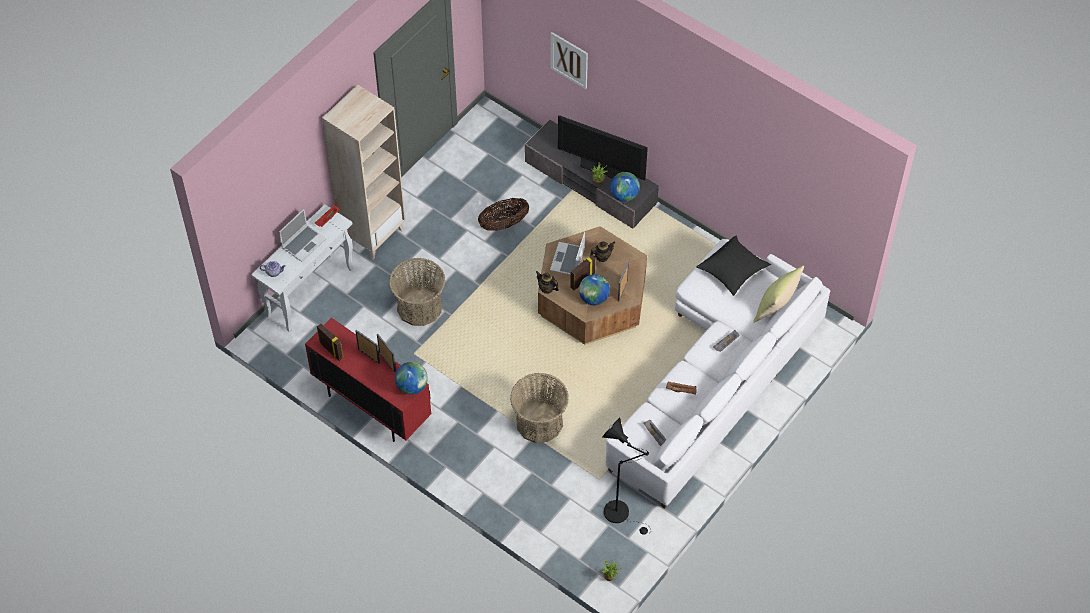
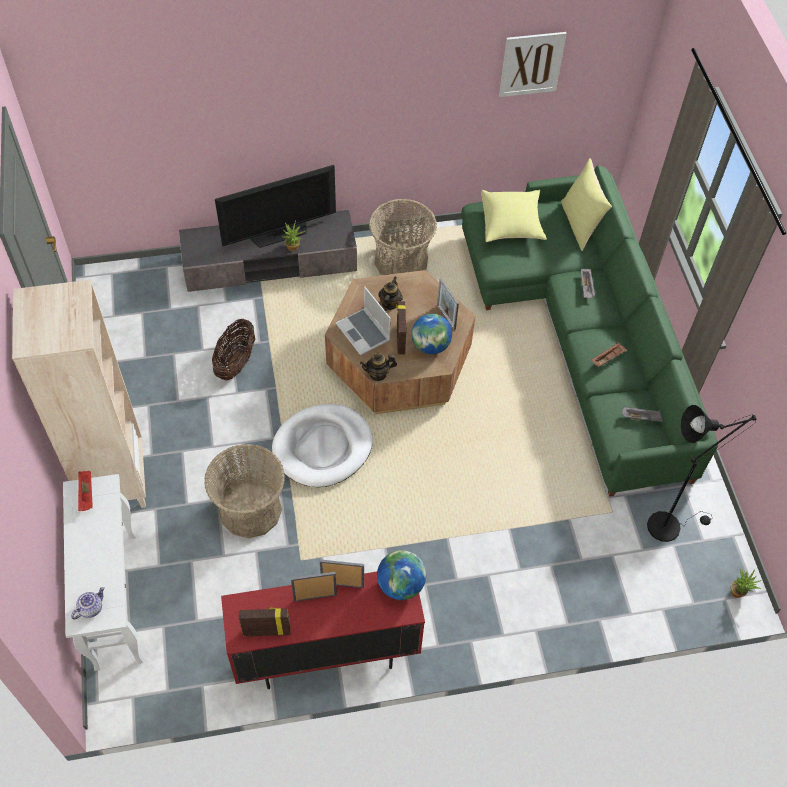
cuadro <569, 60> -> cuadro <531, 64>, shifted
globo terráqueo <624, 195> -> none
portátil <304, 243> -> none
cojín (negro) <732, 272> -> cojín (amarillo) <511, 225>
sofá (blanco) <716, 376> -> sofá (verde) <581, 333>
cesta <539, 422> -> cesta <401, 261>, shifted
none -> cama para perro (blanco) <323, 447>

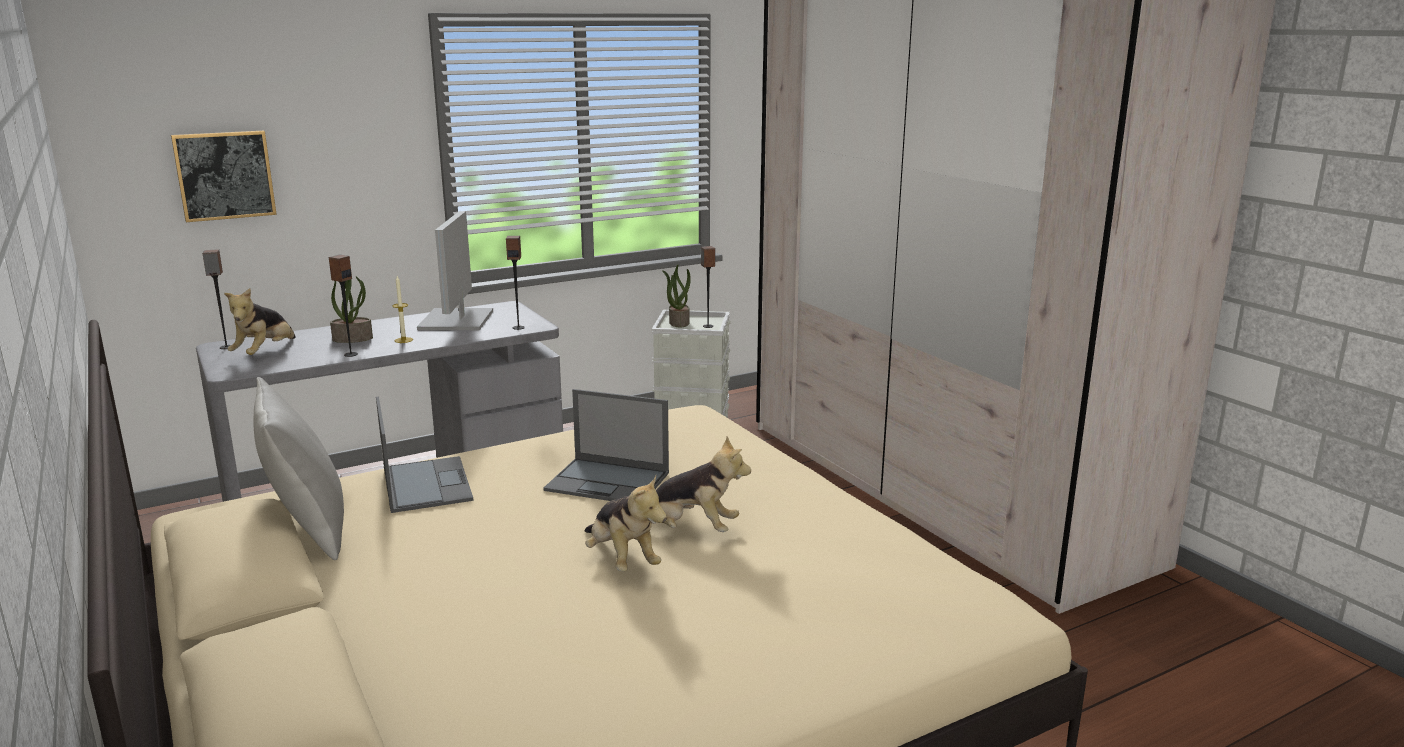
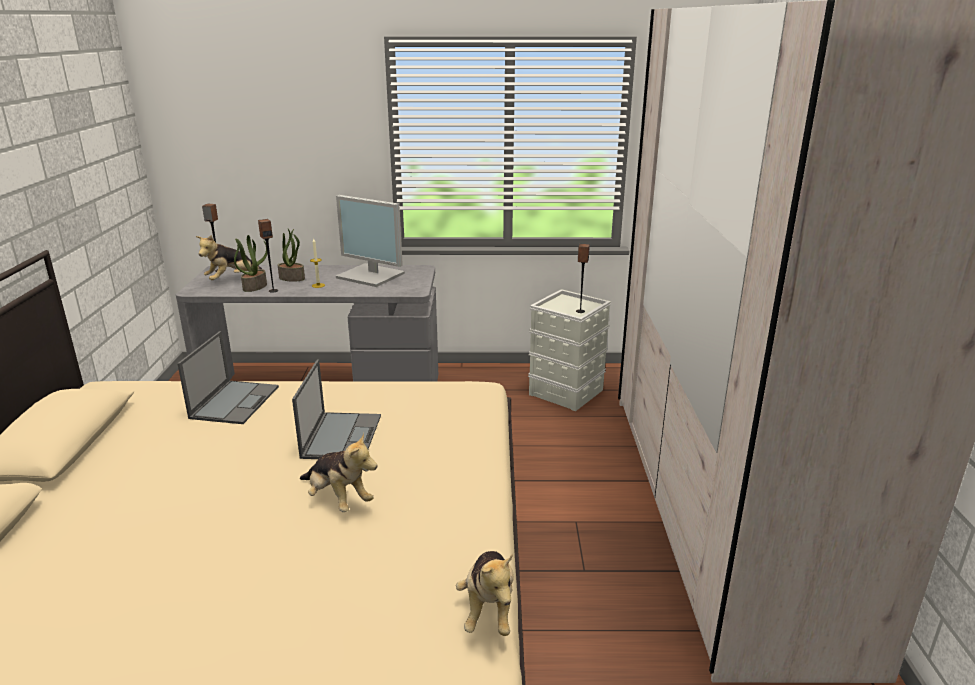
cuadro <225, 175> -> none
monitor <457, 321> -> monitor <372, 275>, 90 degrees counterclockwise
altavoz <518, 327> -> none
planta en maceta <678, 322> -> planta en maceta <255, 287>, shifted
cojín (gris) <308, 529> -> none
portátil <609, 482> -> portátil <341, 436>, 135 degrees counterclockwise
peluche <622, 560> -> peluche <489, 609>, shifted

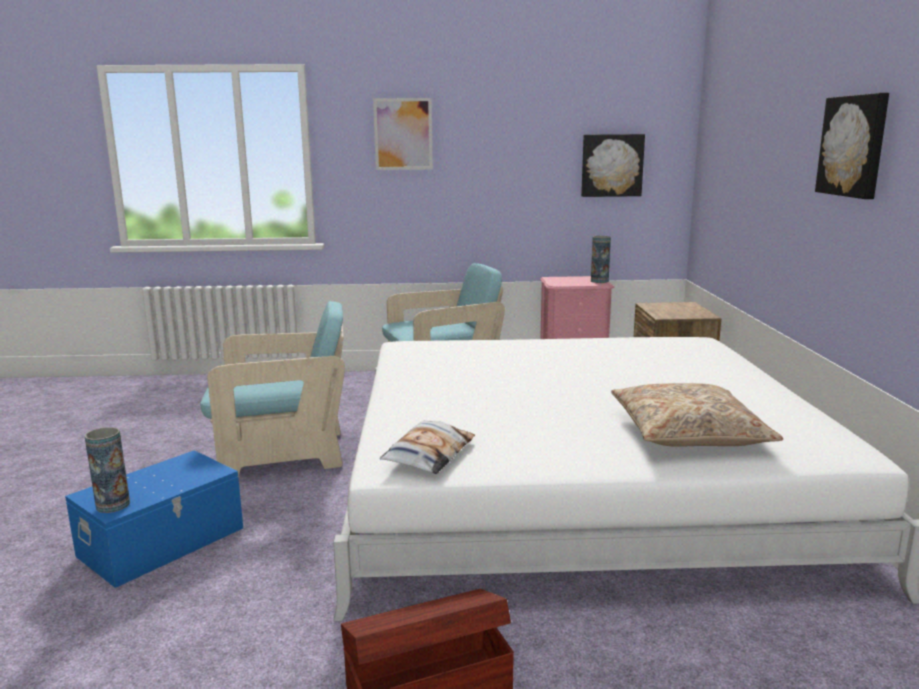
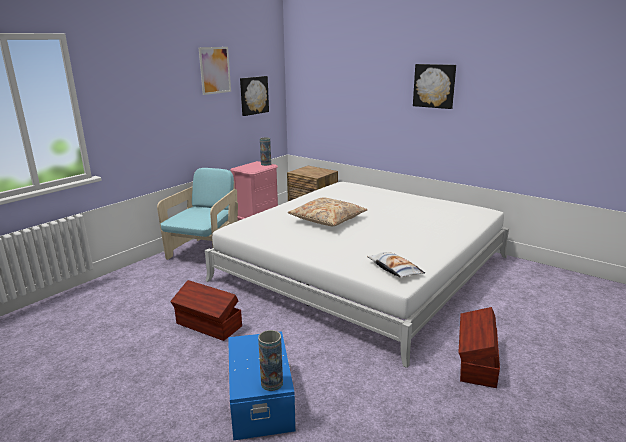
cuadro <403, 134> -> cuadro <215, 70>, shifted
sillón (turquesa) <282, 454> -> caja de almacenaje (marrón) <208, 325>
cojín (beis) <688, 432> -> cojín (beis) <327, 219>, shifted

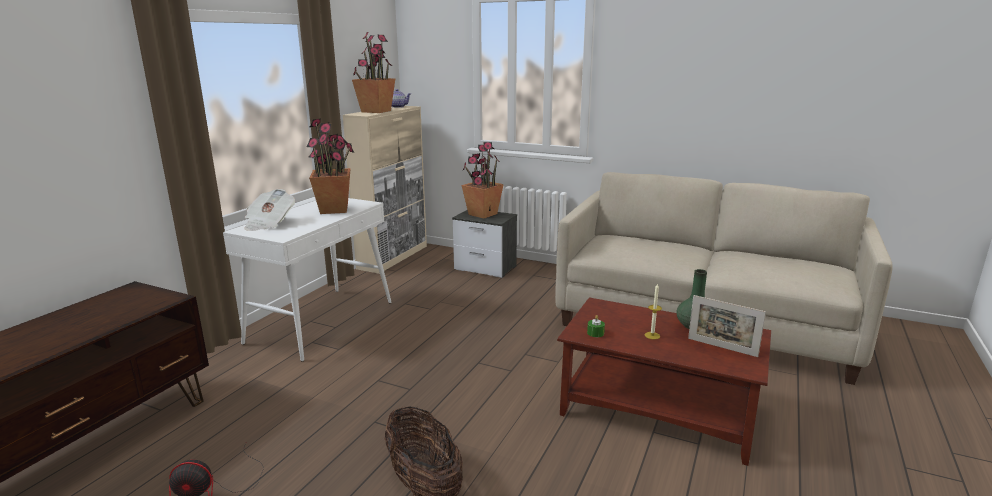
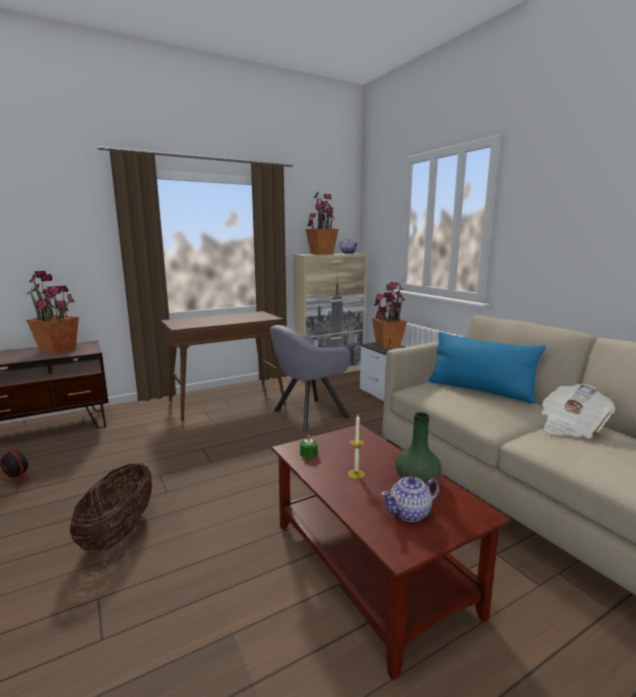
planta en maceta <334, 209> -> planta en maceta <58, 350>, shifted
periódico <269, 224> -> periódico <570, 426>, shifted
mesa consola (blanco) <322, 321> -> mesa consola (marrón) <227, 400>
portarretratos <722, 347> -> tetera <410, 513>
none -> sillón (gris) <307, 415>
none -> cojín (azul) <480, 390>

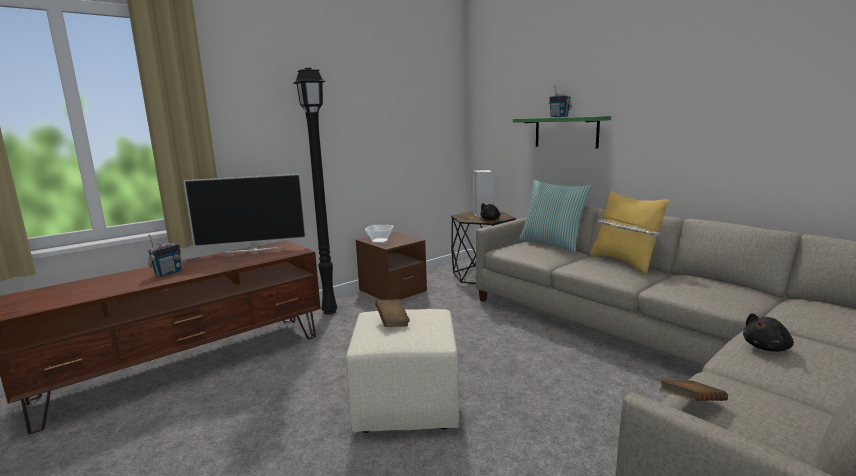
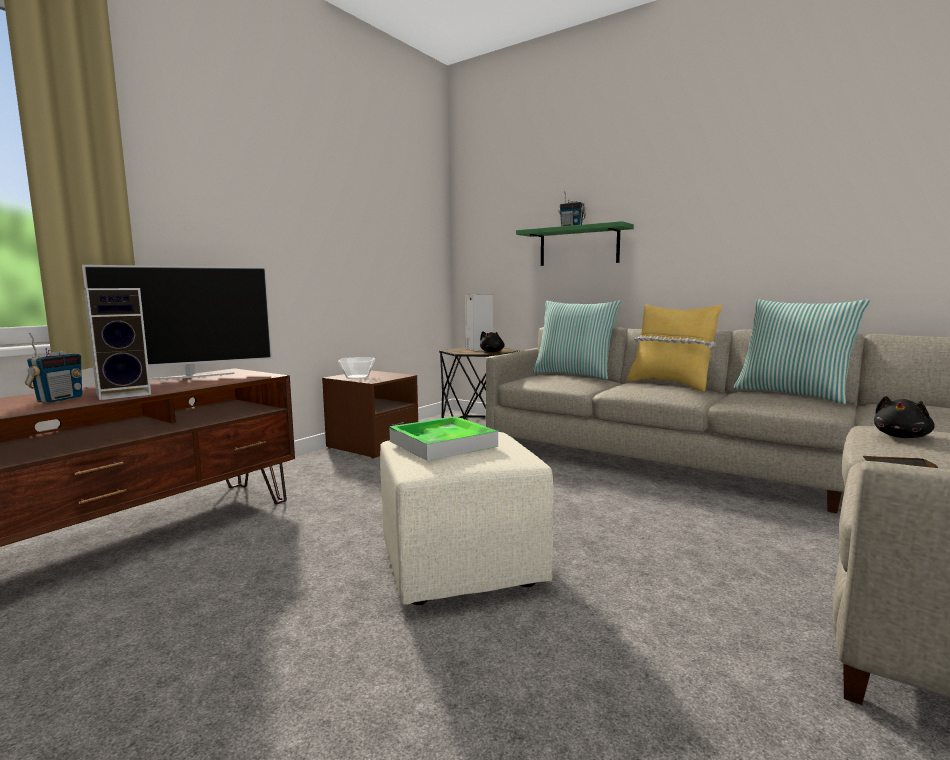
lámpara de pie (negro) <330, 311> -> none
libro (marrón) <392, 322> -> bandeja <442, 444>
none -> altavoz <126, 394>
none -> cojín <793, 394>

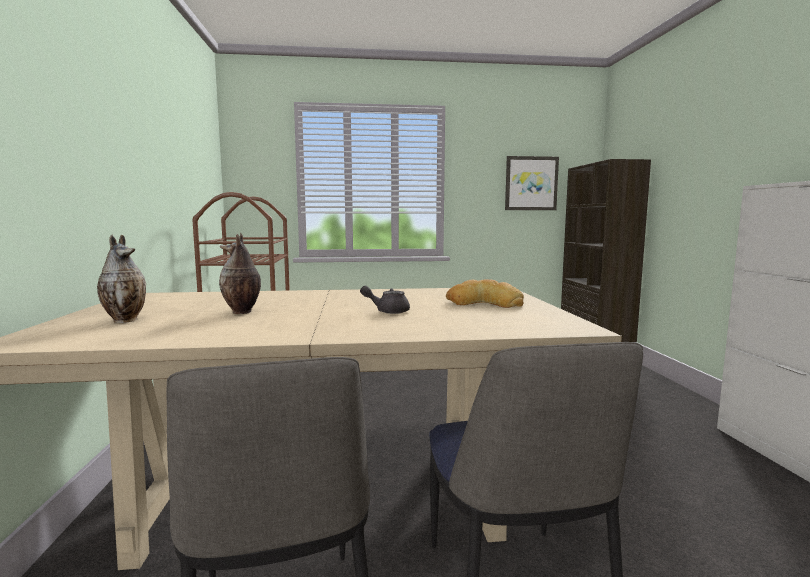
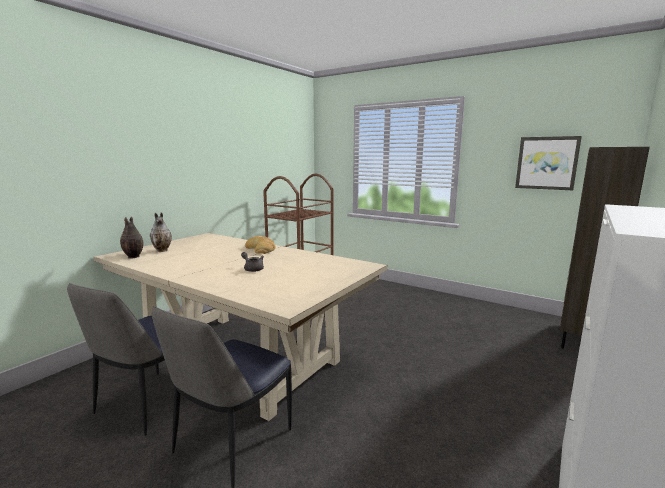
florero <242, 312> -> florero <133, 257>, shifted
pan <484, 303> -> pan <261, 249>, shifted

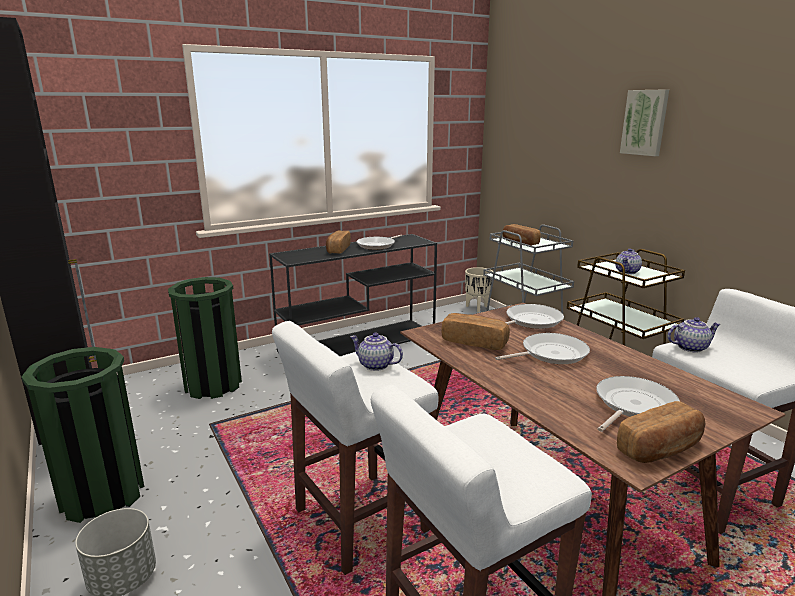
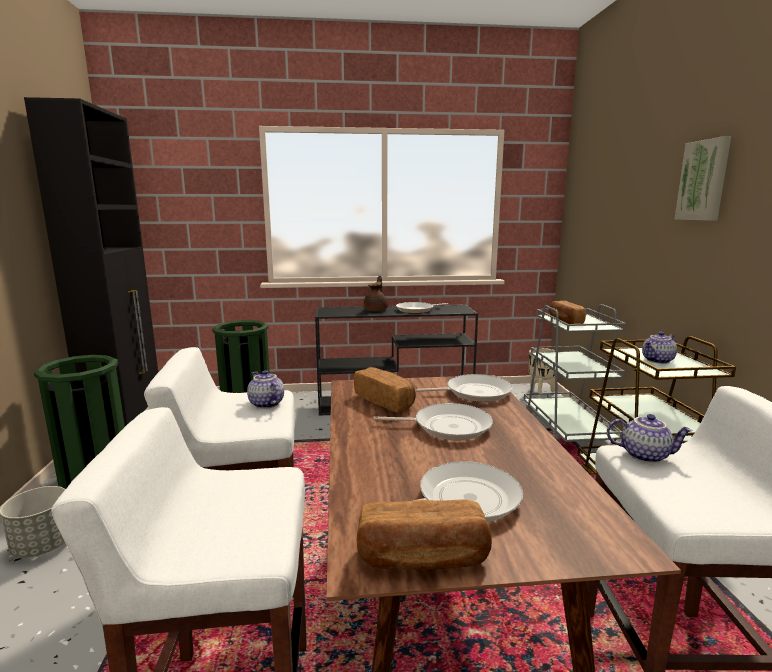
pan <337, 249> -> tetera (marrón) <376, 310>

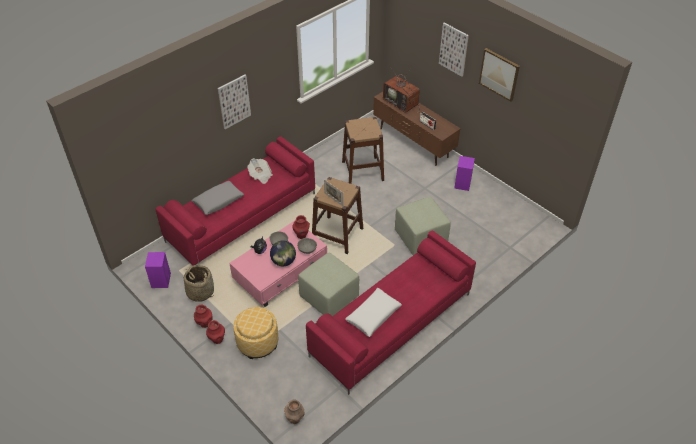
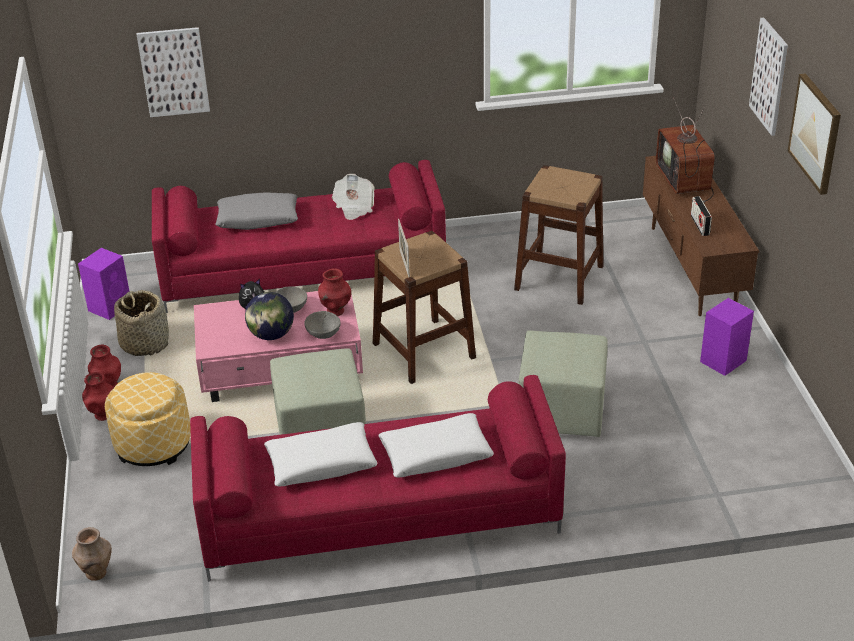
cuadro <234, 101> -> cuadro <174, 72>, shifted
none -> cojín (blanco) <435, 454>

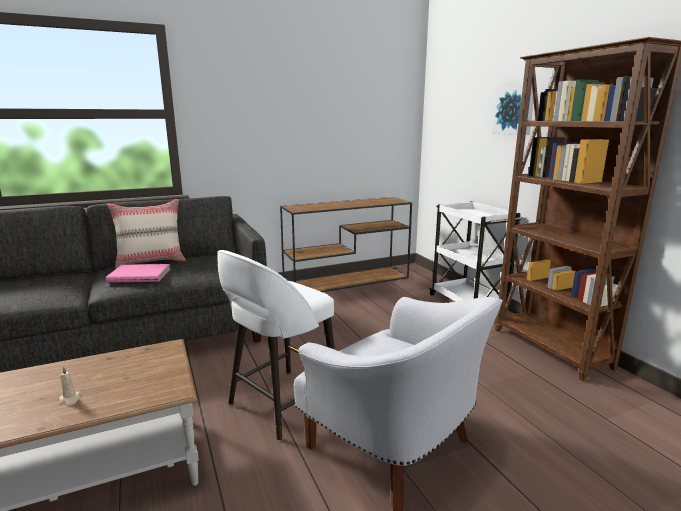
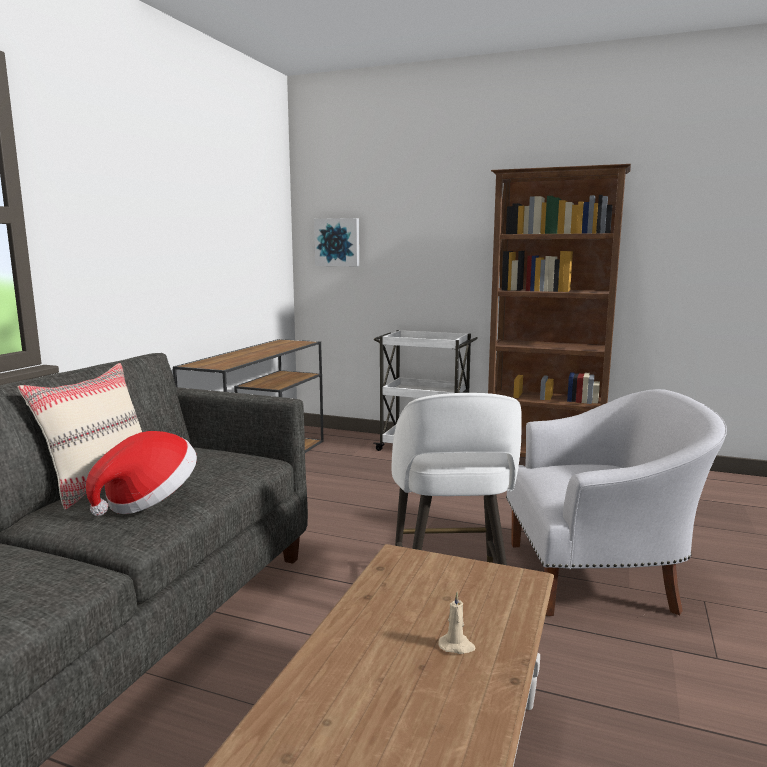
cuadro <514, 110> -> cuadro <337, 242>, shifted
libro (rosa) <140, 275> -> sombrero <149, 501>

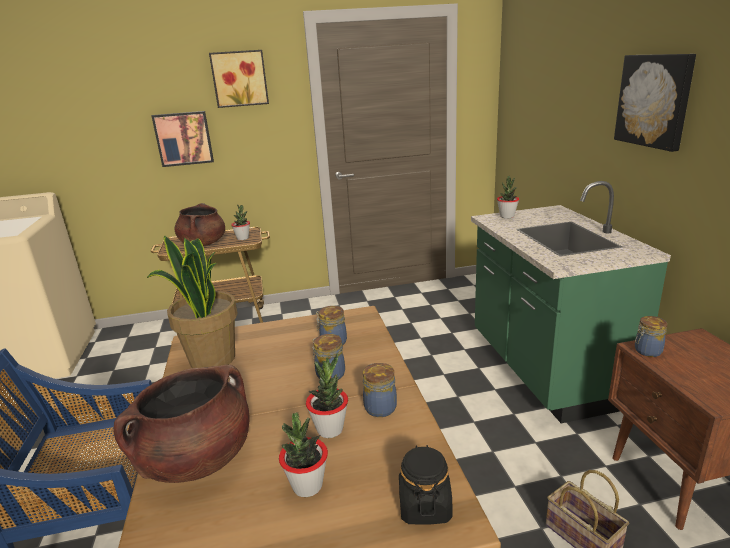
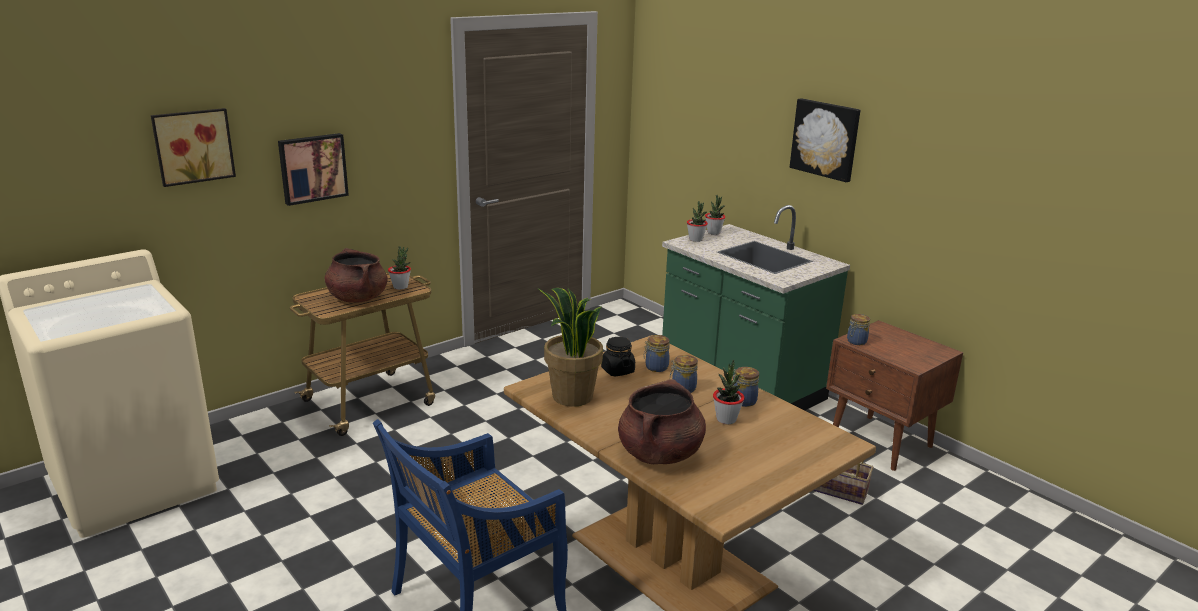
cuadro <239, 78> -> cuadro <193, 146>, shifted
planta en maceta <307, 486> -> planta en maceta <713, 232>, shifted
tarro (negro) <424, 506> -> tarro (negro) <617, 370>, shifted

